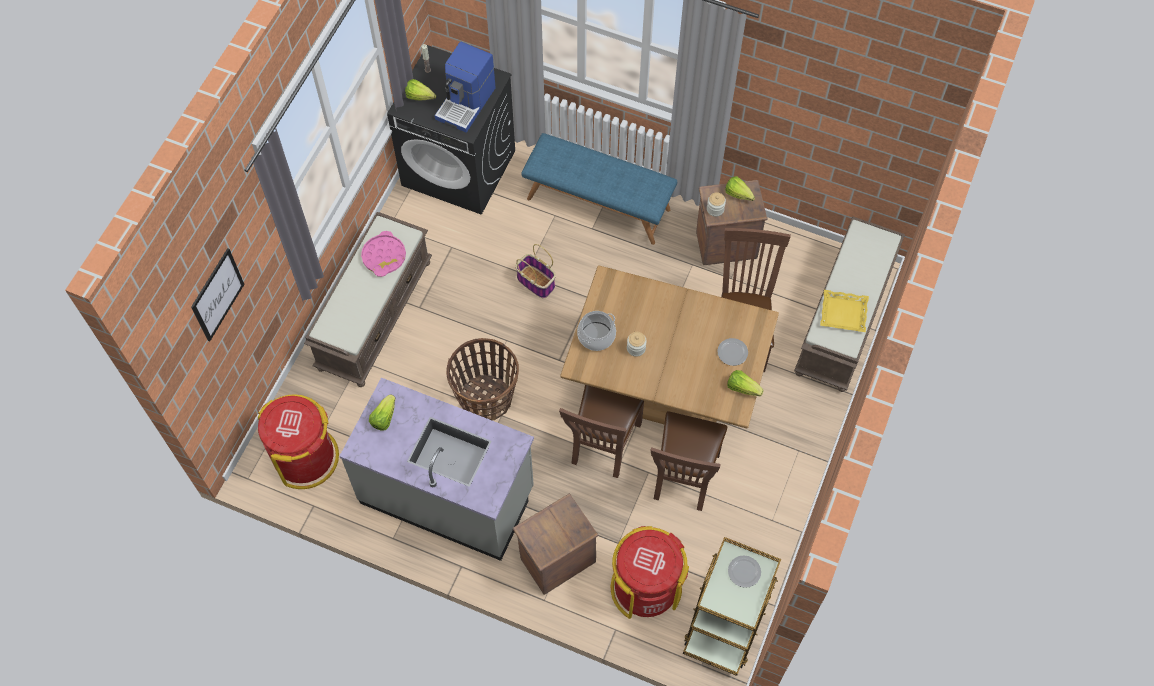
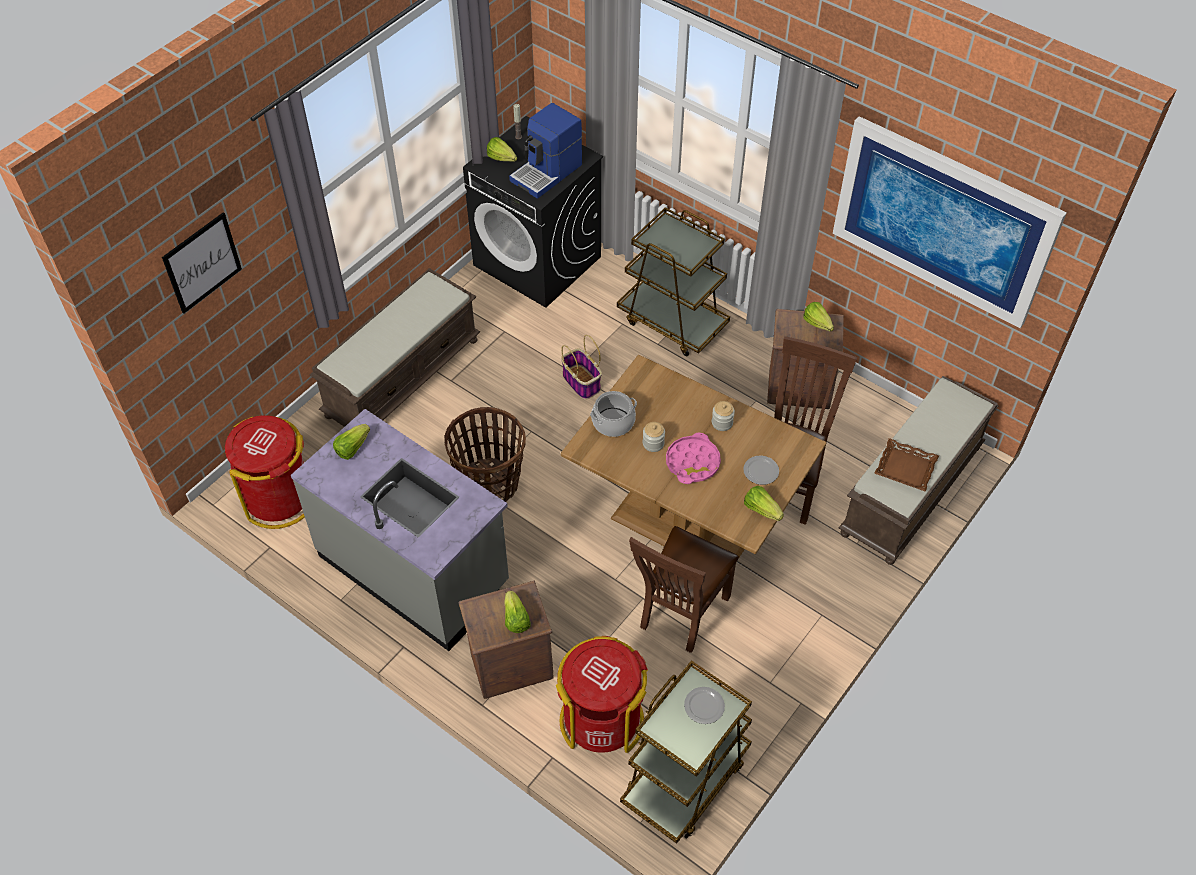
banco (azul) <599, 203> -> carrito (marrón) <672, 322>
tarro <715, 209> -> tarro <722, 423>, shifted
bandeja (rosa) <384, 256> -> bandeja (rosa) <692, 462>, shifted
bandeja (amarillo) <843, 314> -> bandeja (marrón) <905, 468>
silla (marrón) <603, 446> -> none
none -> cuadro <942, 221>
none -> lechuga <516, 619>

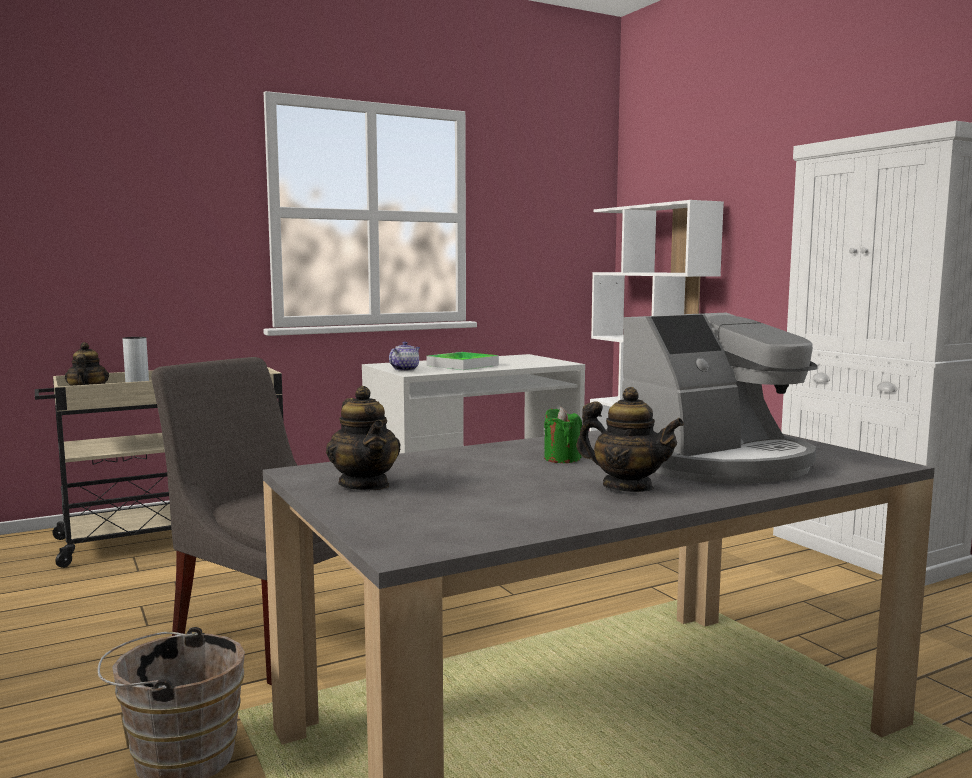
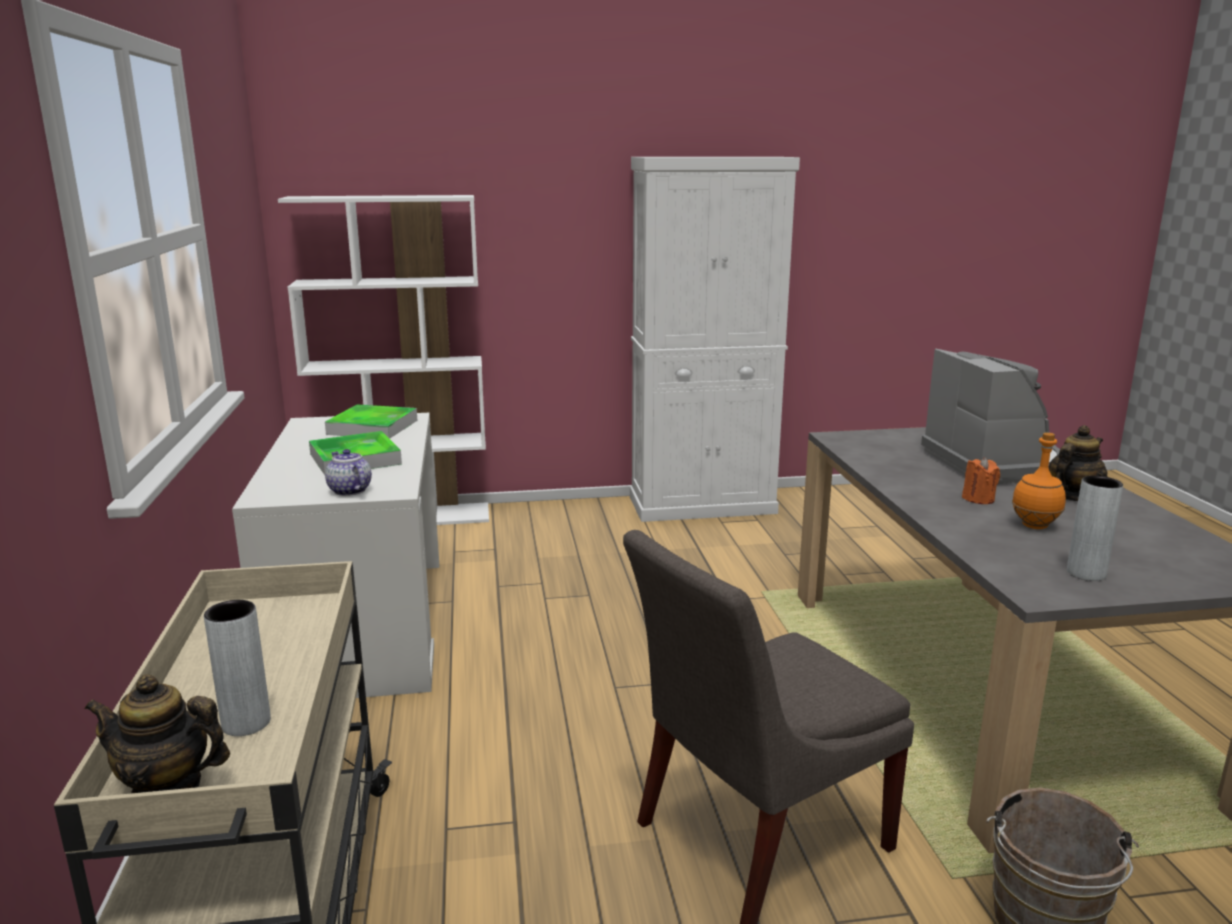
tetera <365, 485> -> florero (gris) <1086, 573>
vela (verde) <562, 459> -> vela (naranja) <978, 499>
none -> bandeja <372, 427>
none -> botella (naranja) <1034, 525>

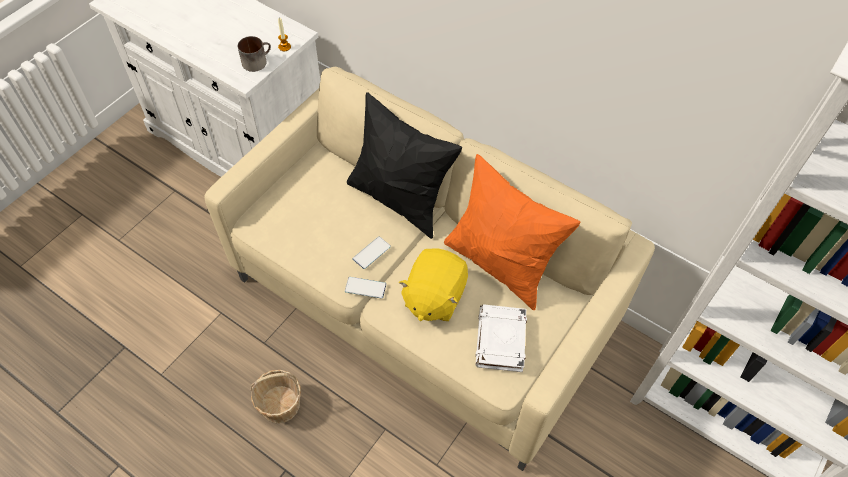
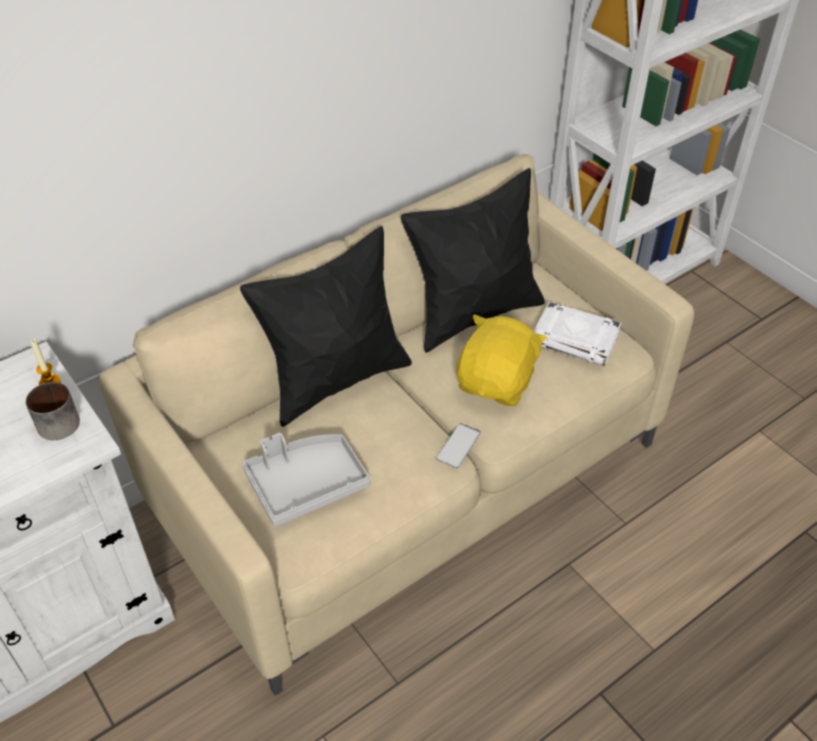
cojín (naranja) <500, 264> -> cojín (negro) <474, 313>
móvil <371, 253> -> none
peluche (amarillo) <433, 297> -> peluche (amarillo) <497, 382>, 105 degrees counterclockwise
cesta <279, 404> -> none
none -> bandeja (gris) <306, 484>

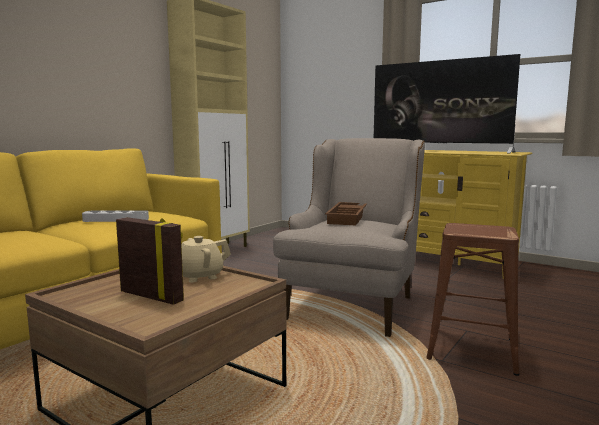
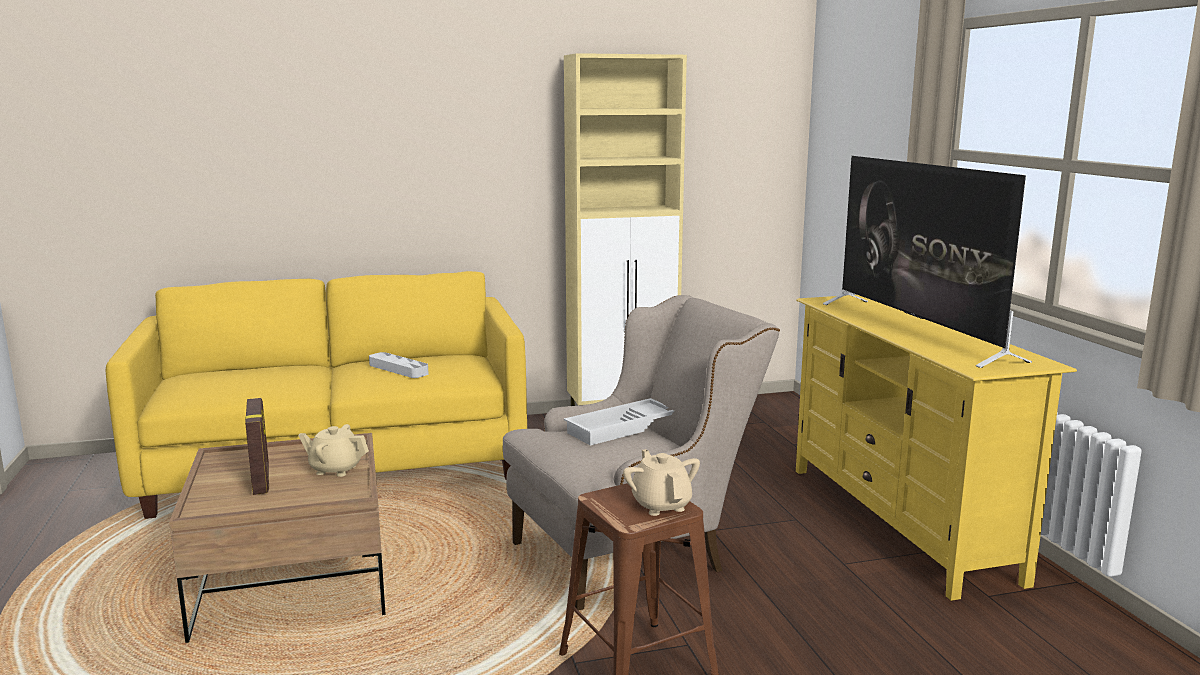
bandeja (marrón) <348, 218> -> bandeja (blanco) <621, 429>
none -> tetera (beis) <661, 505>

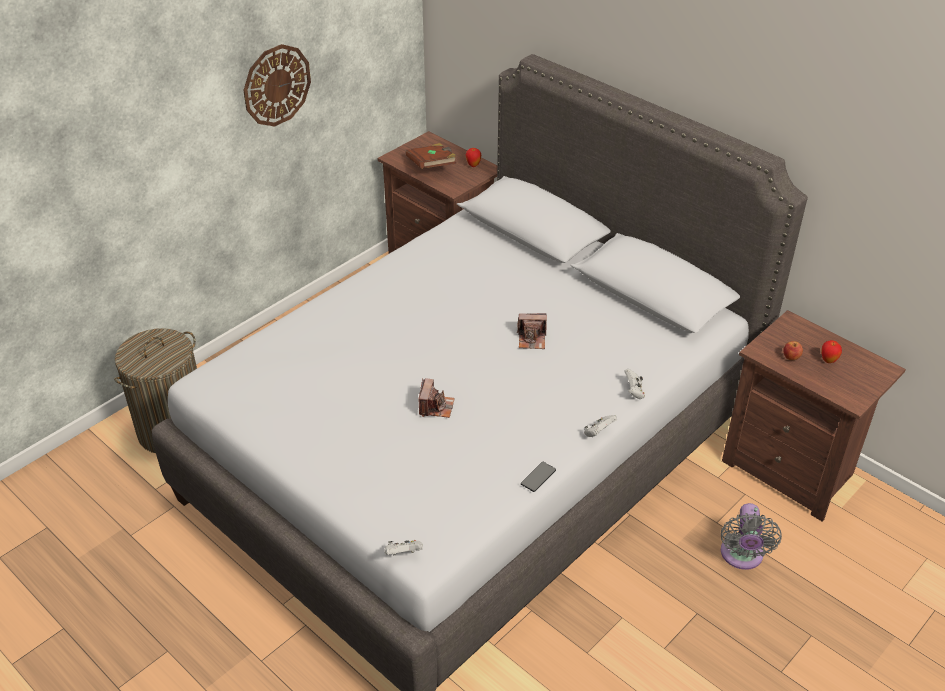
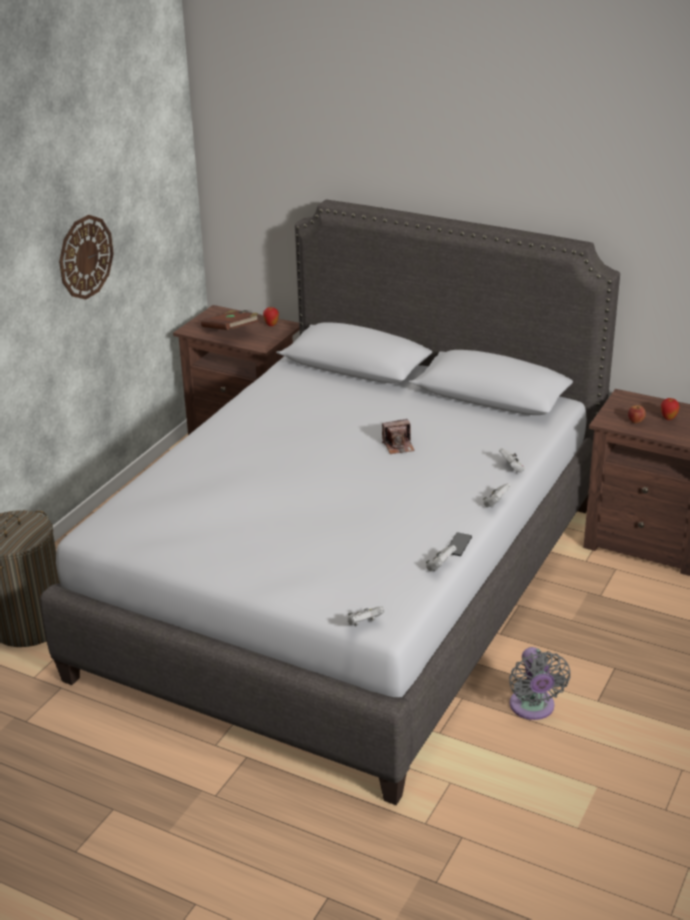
cámara <436, 407> -> none
ventilador (gris) <741, 556> -> ventilador (gris) <533, 708>, shifted
none -> mando de consola (blanco) <440, 567>

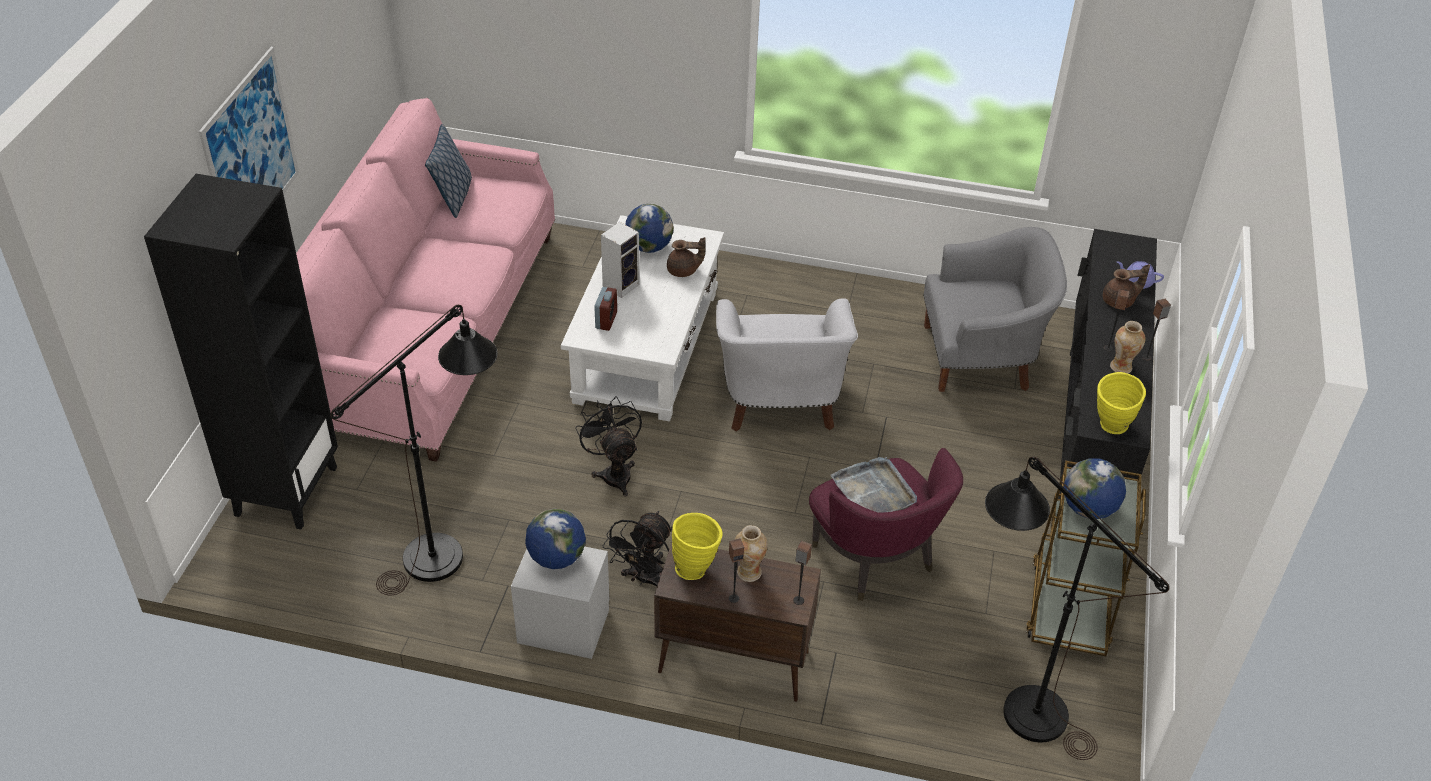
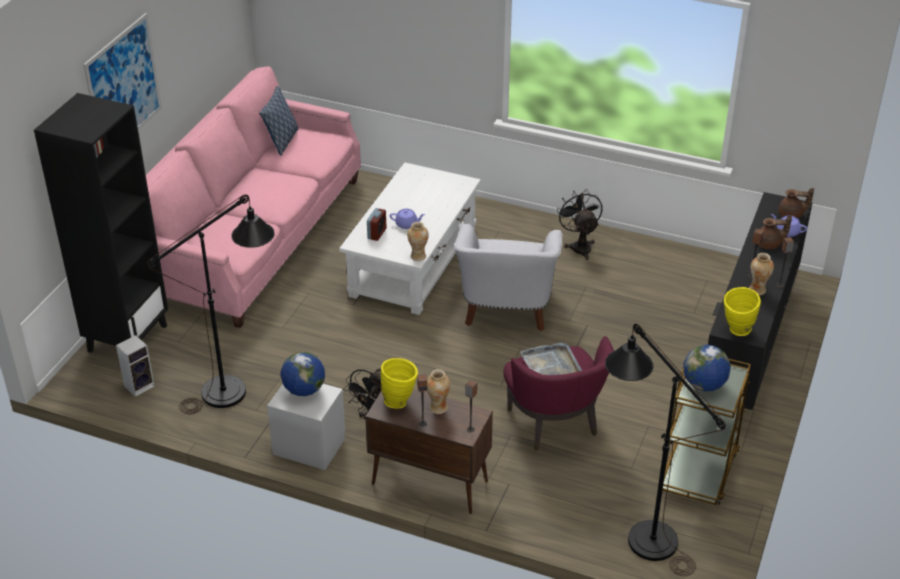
globo terráqueo <649, 247> -> none
altavoz <621, 285> -> altavoz <140, 385>, shifted
sillón (gris) <981, 358> -> none
tetera (marrón) <684, 271> -> tetera (marrón) <791, 215>, shifted
ventilador (negro) <614, 472> -> ventilador (negro) <579, 246>, shifted
none -> tetera (morado) <407, 224>
none -> florero <418, 256>

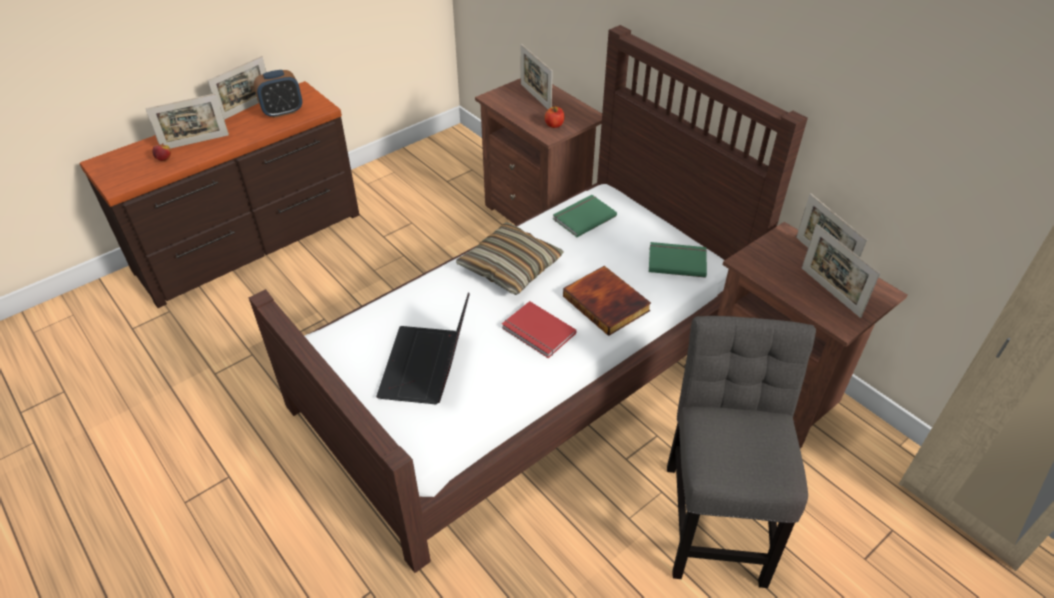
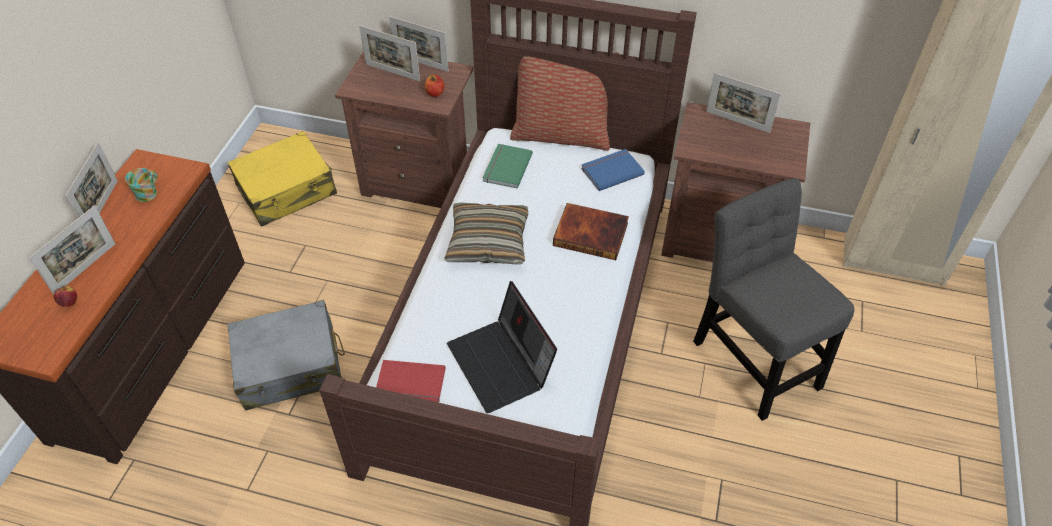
despertador <283, 112> -> taza grande <149, 192>
portarretratos <830, 292> -> portarretratos <421, 63>, shifted
libro (verde) <676, 260> -> libro (azul) <611, 170>
libro (rojo) <537, 332> -> libro (rojo) <410, 386>, shifted
none -> cojín <561, 134>
none -> maleta (amarillo) <287, 190>
none -> maleta (gris) <290, 366>

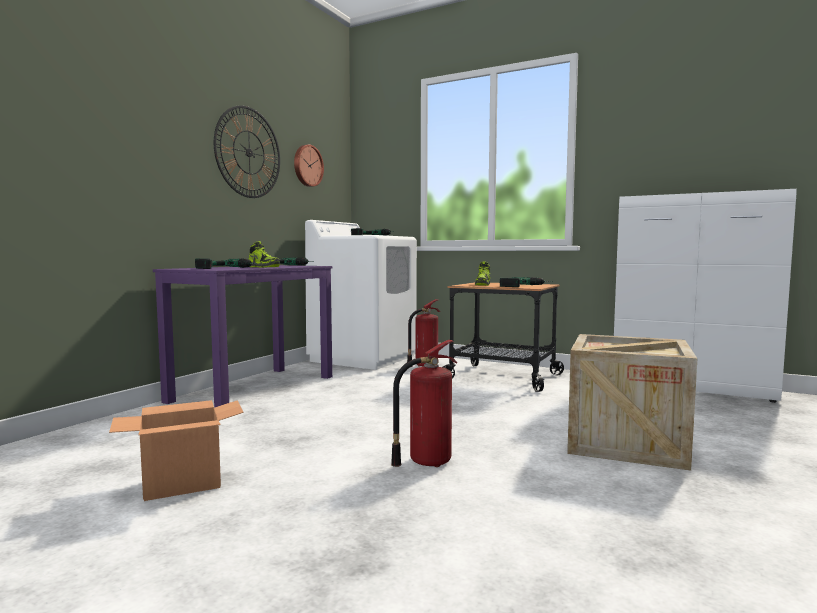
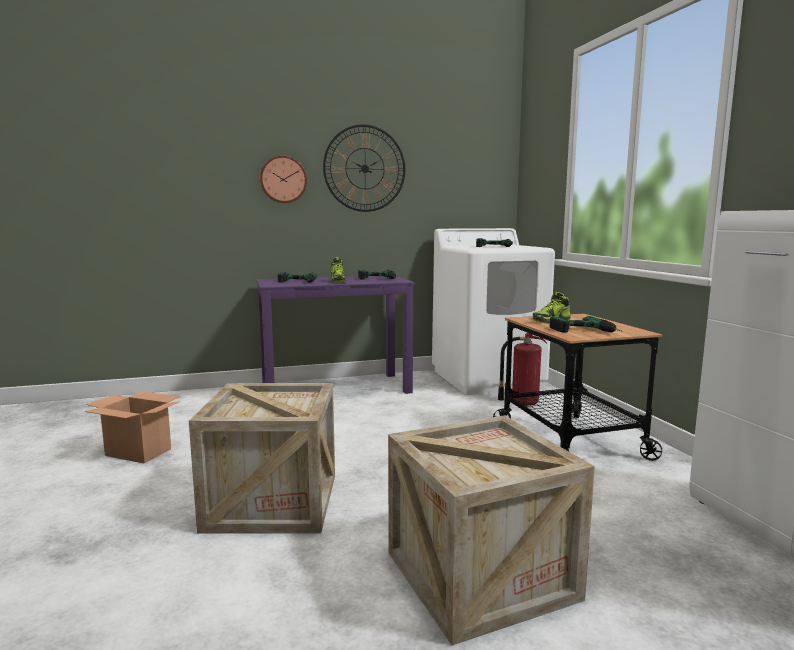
reloj de pared <307, 166> -> reloj de pared <283, 179>, shifted
extintor <427, 462> -> caja de embalaje <273, 502>

